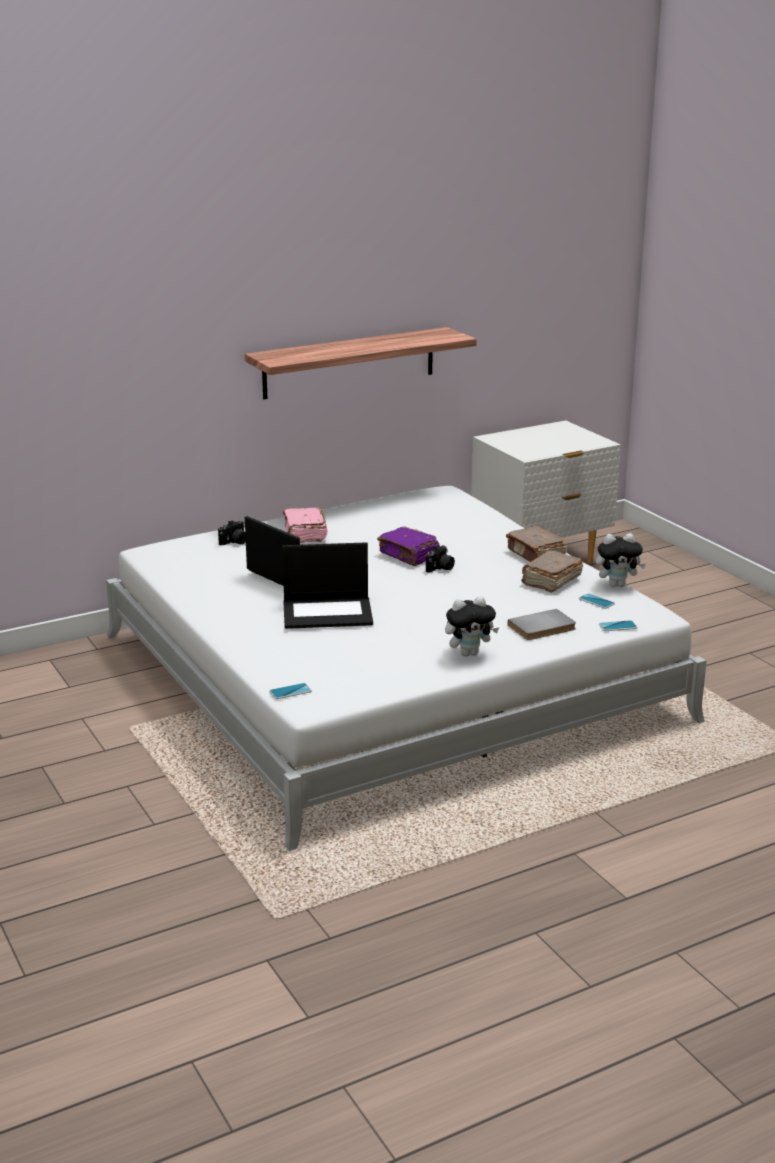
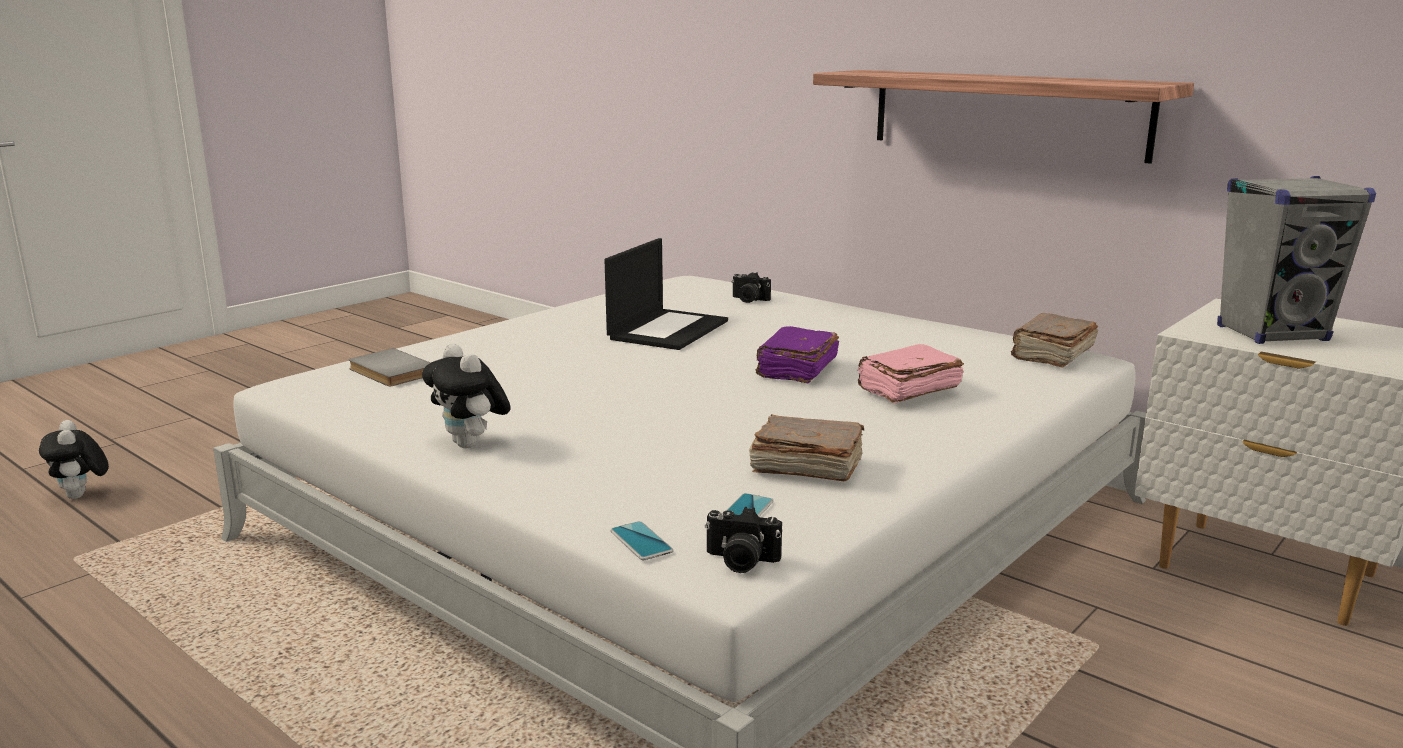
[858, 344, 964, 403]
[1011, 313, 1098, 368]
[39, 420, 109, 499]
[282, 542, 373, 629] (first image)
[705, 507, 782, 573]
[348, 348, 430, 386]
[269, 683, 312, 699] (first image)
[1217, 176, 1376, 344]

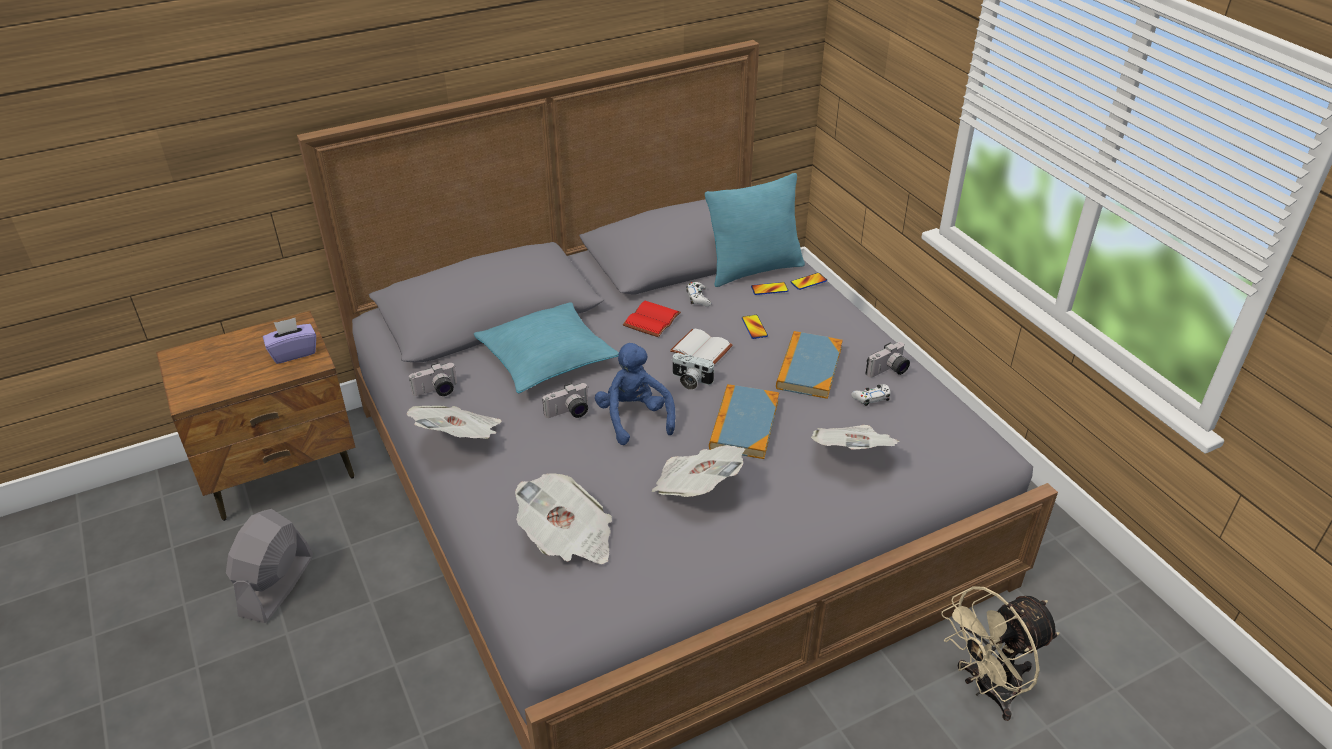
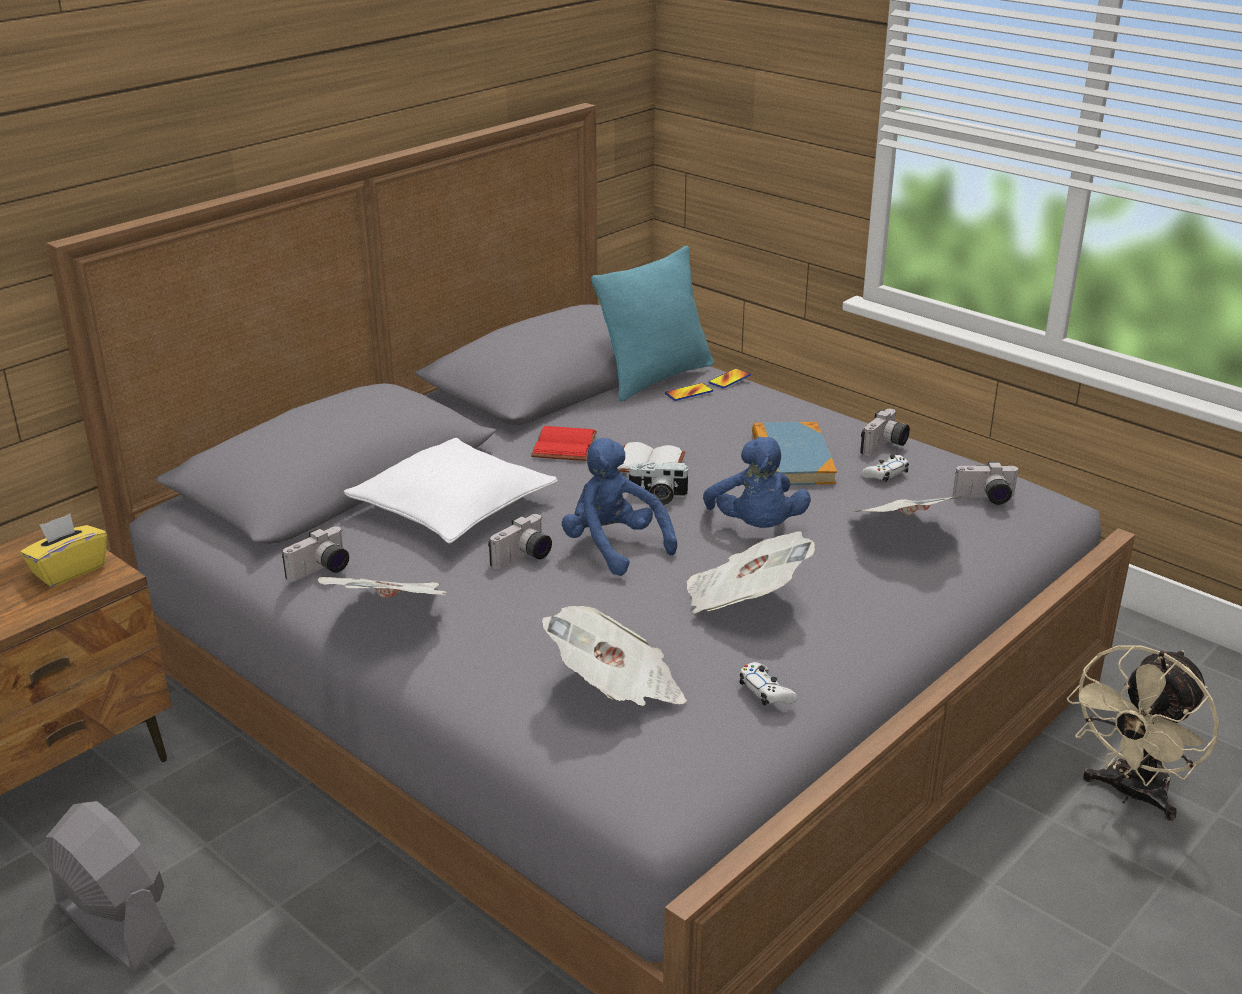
[740, 662, 798, 706]
[344, 438, 558, 544]
[742, 315, 768, 339] (first image)
[20, 514, 107, 587]
[703, 437, 811, 528]
[46, 801, 176, 972]
[953, 462, 1019, 505]

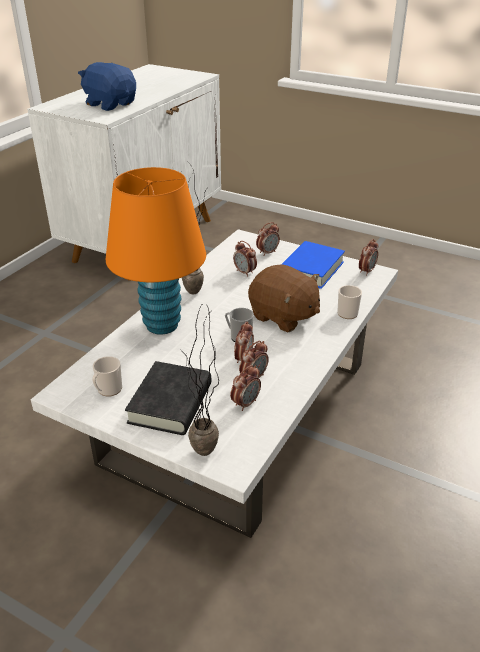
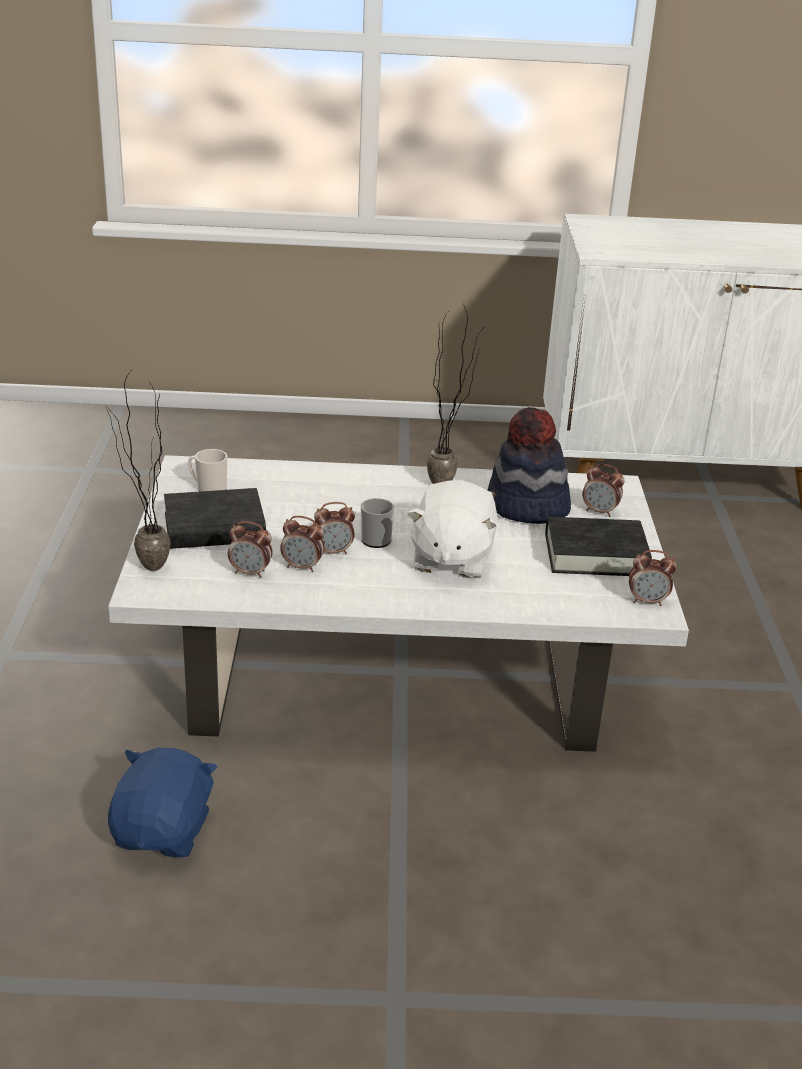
[108, 748, 217, 858]
[106, 167, 206, 335] (first image)
[488, 407, 571, 524]
[545, 517, 652, 576]
[407, 480, 498, 579]
[337, 285, 362, 319] (first image)

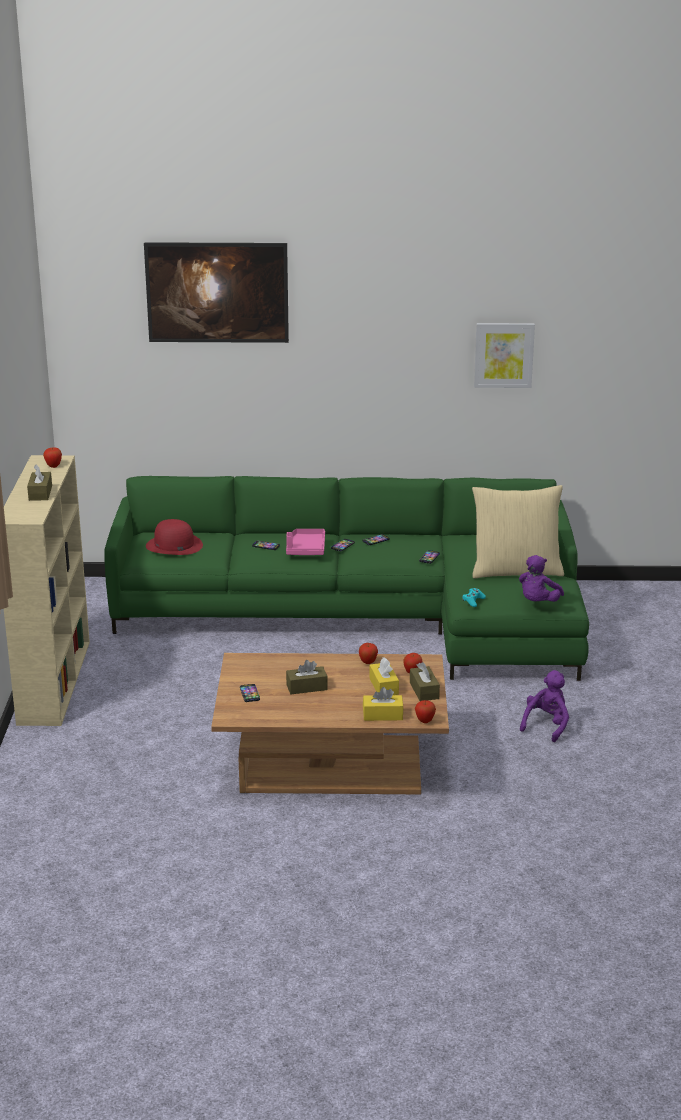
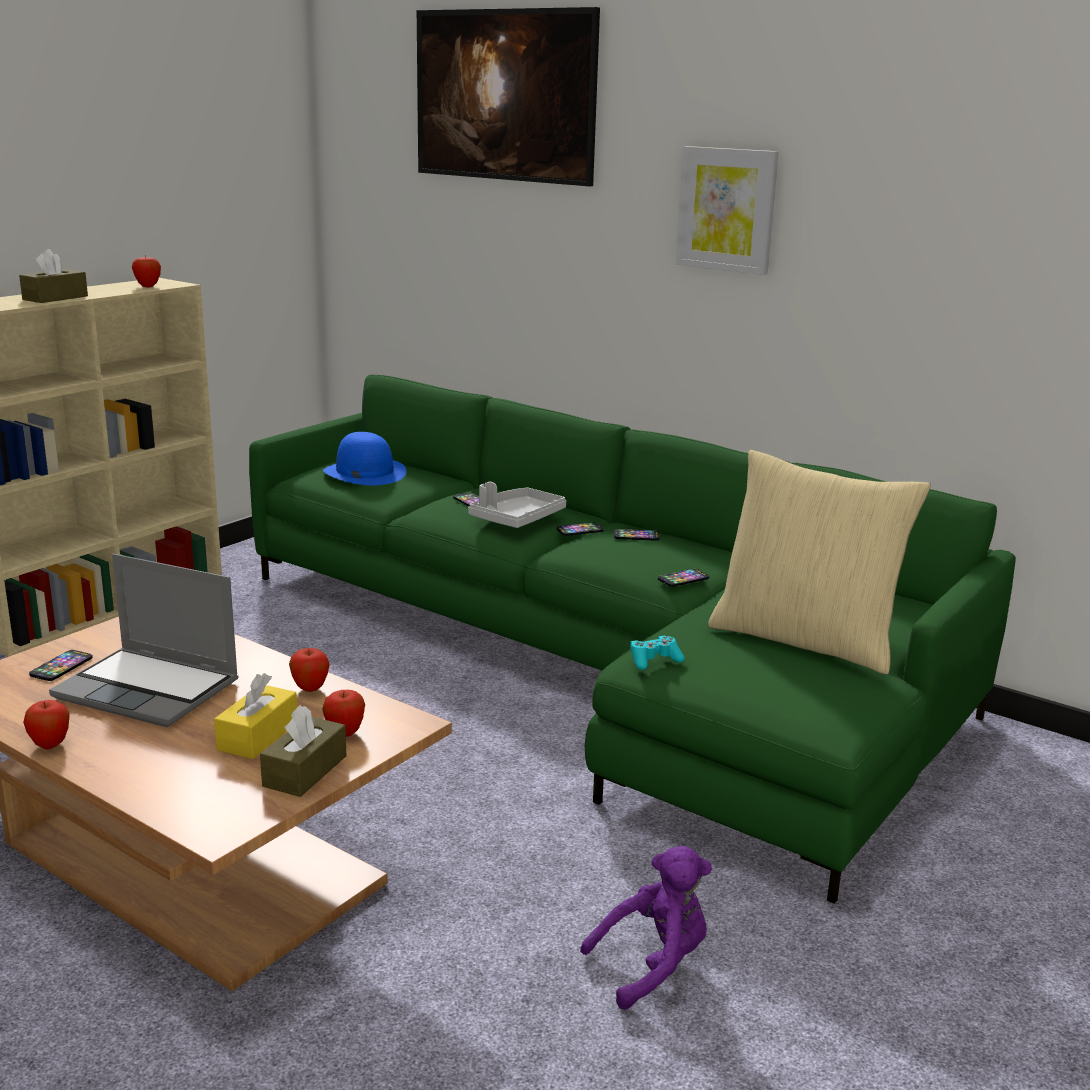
[676, 146, 779, 275]
[323, 432, 407, 485]
[468, 482, 566, 528]
[519, 555, 564, 602] (first image)
[49, 554, 238, 727]
[363, 687, 404, 721] (first image)
[23, 700, 70, 749]

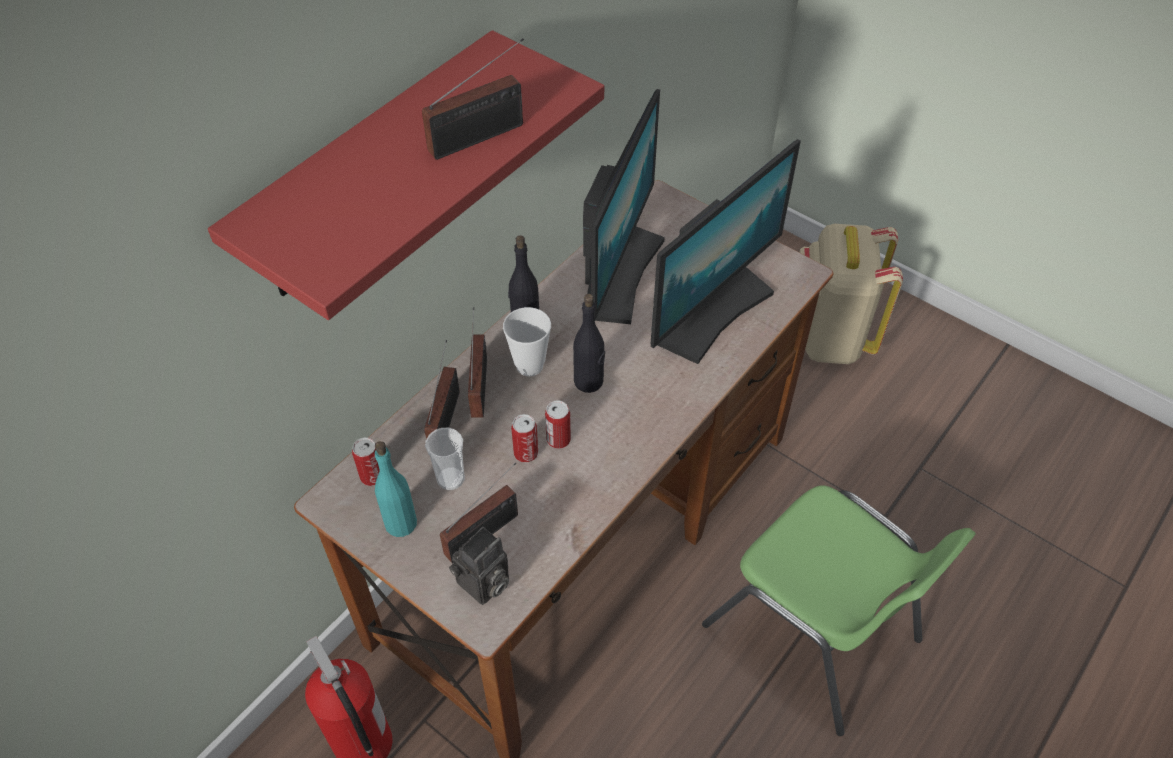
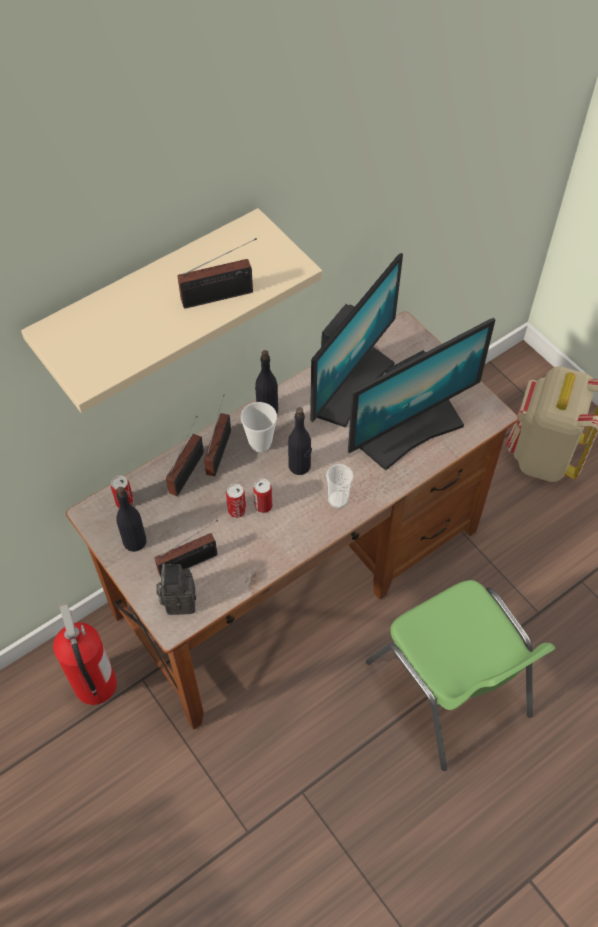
[21, 208, 322, 413]
[326, 464, 354, 508]
[116, 487, 146, 552]
[156, 563, 196, 615]

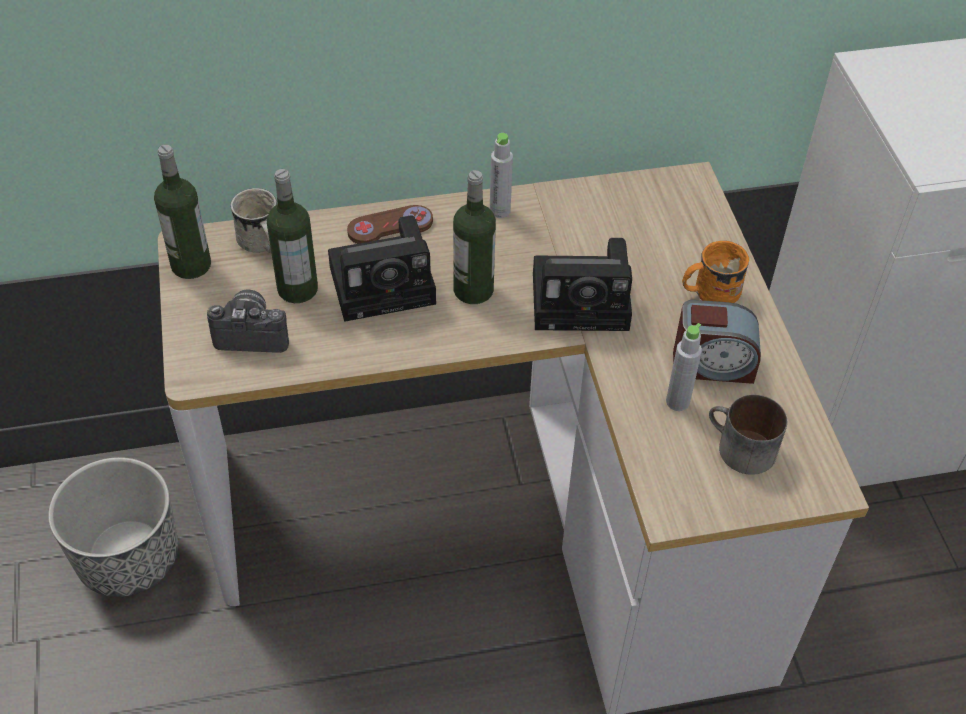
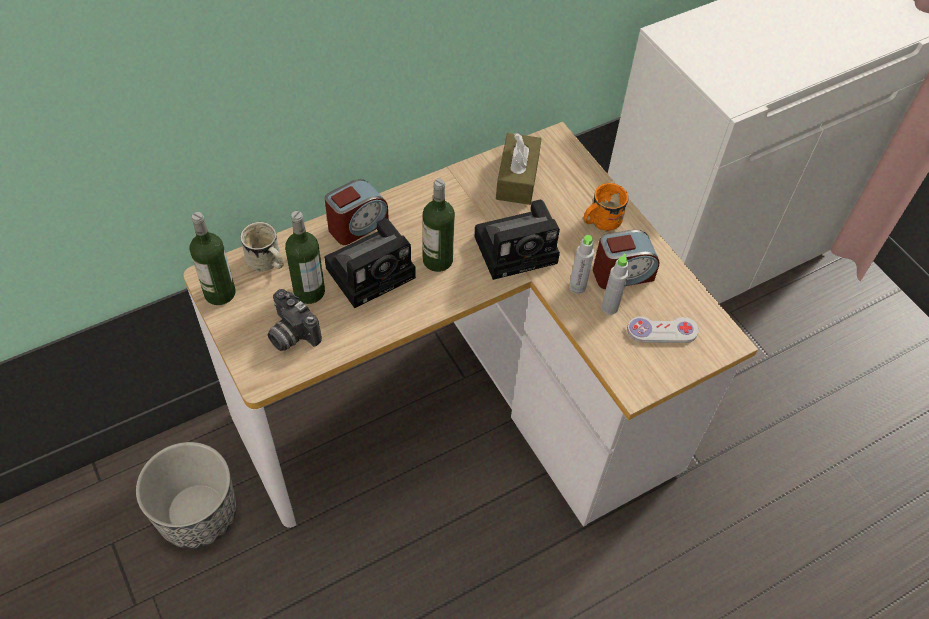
[569, 235, 594, 294]
[325, 179, 389, 245]
[268, 289, 322, 351]
[627, 316, 699, 343]
[496, 133, 542, 205]

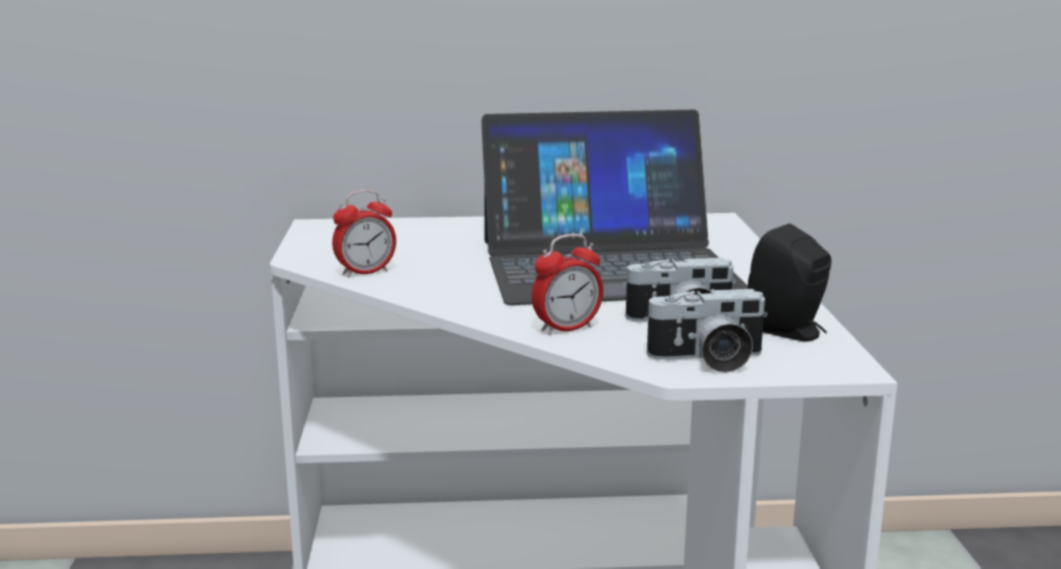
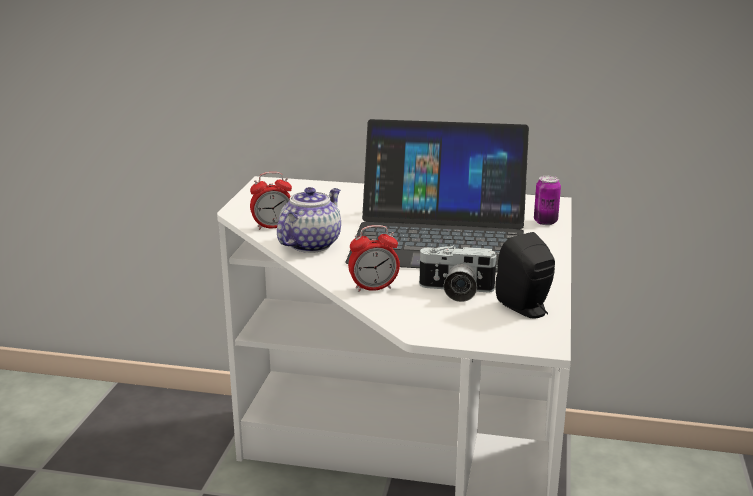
[644, 289, 767, 373] (first image)
[534, 176, 561, 225]
[277, 187, 341, 253]

